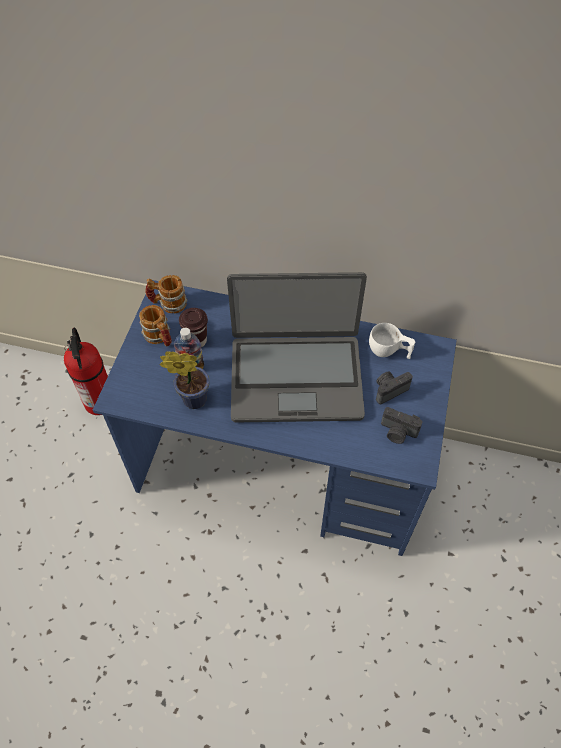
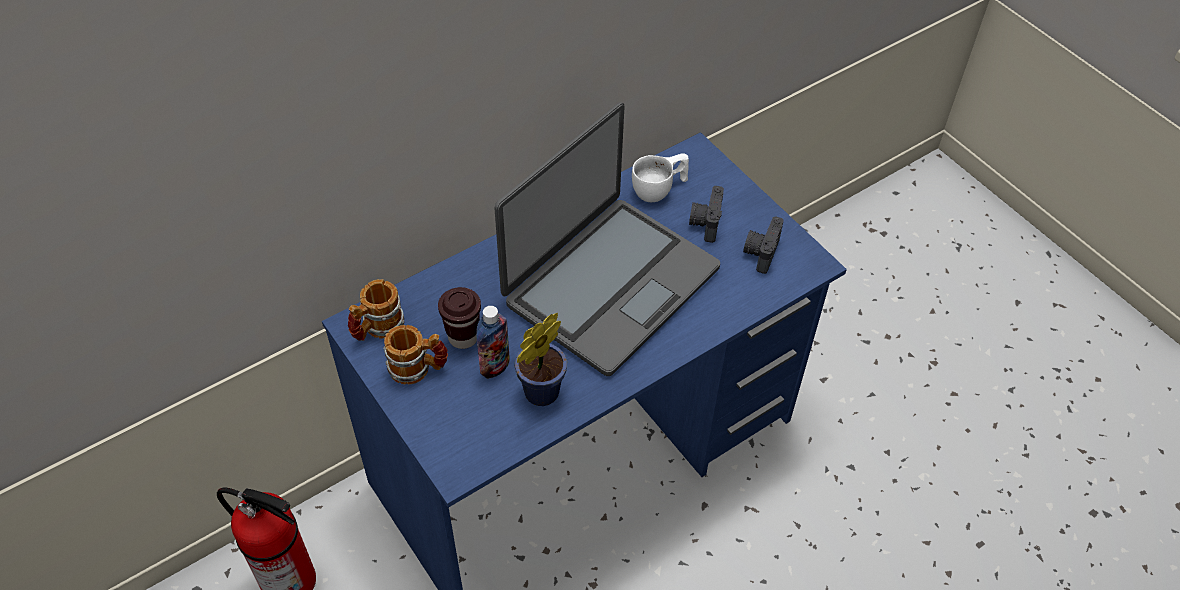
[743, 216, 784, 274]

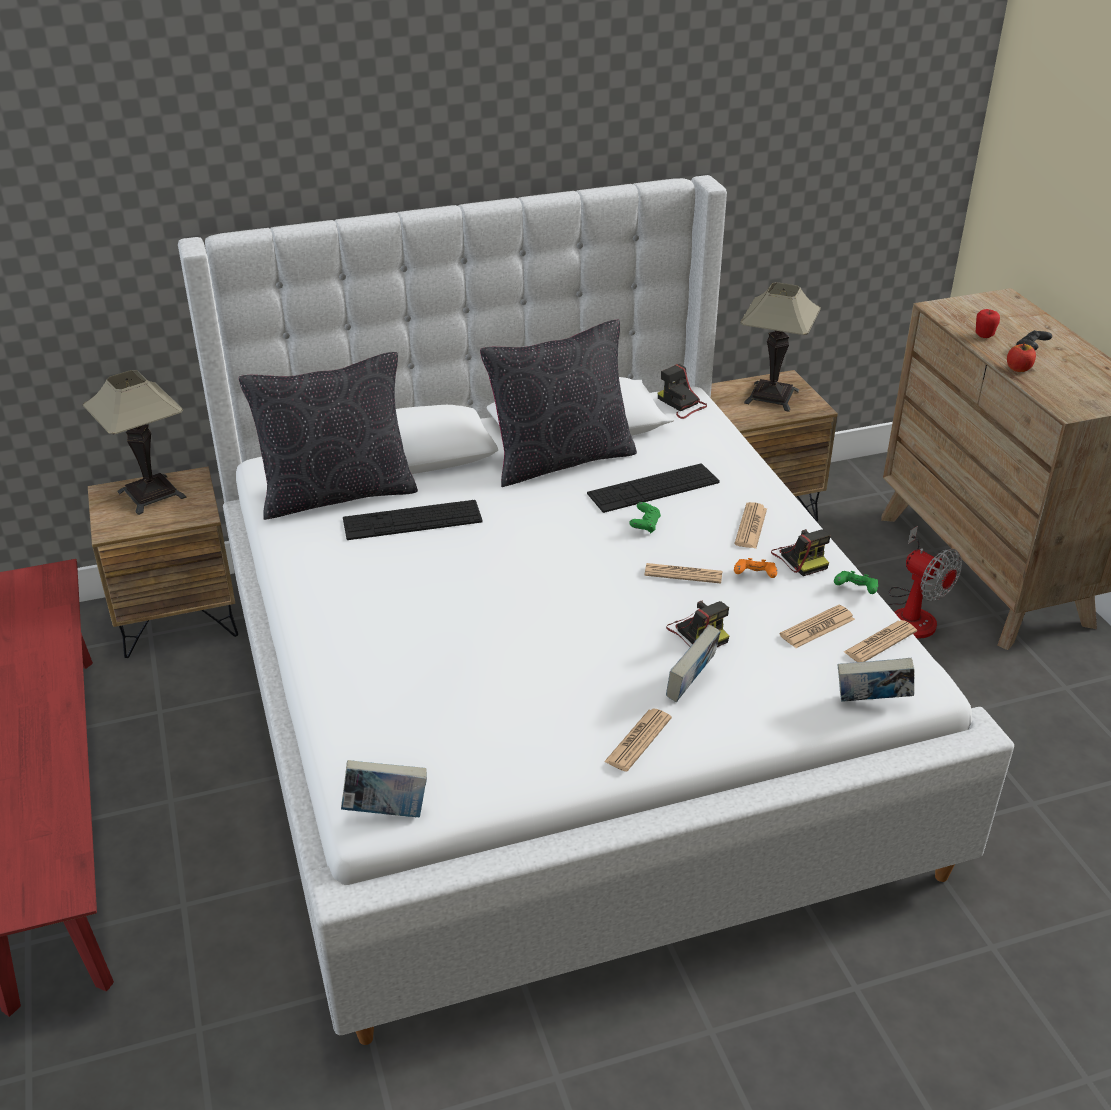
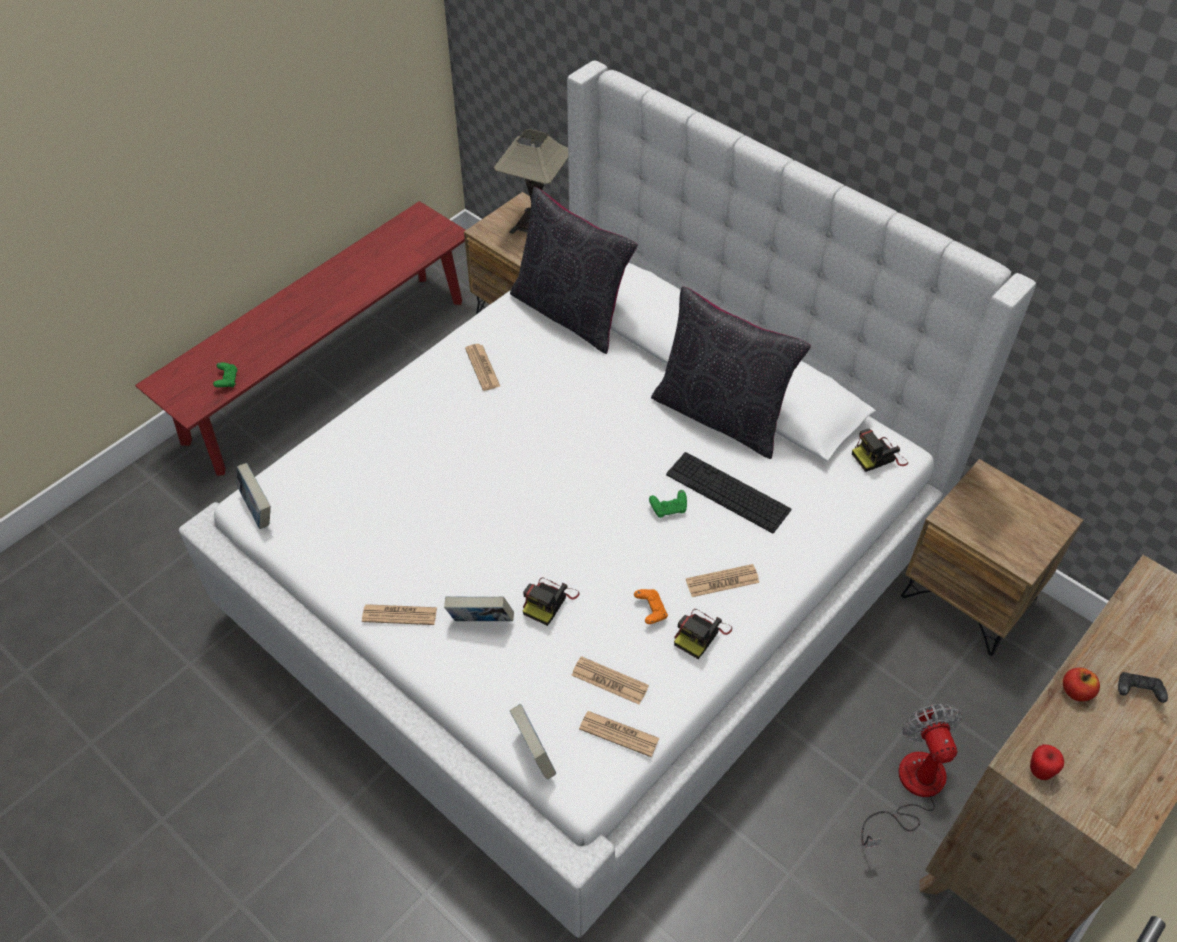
[740, 282, 821, 412] (first image)
[1030, 744, 1064, 780]
[852, 429, 908, 472]
[343, 500, 483, 540] (first image)
[861, 704, 962, 848]
[465, 344, 501, 391]
[213, 362, 238, 388]

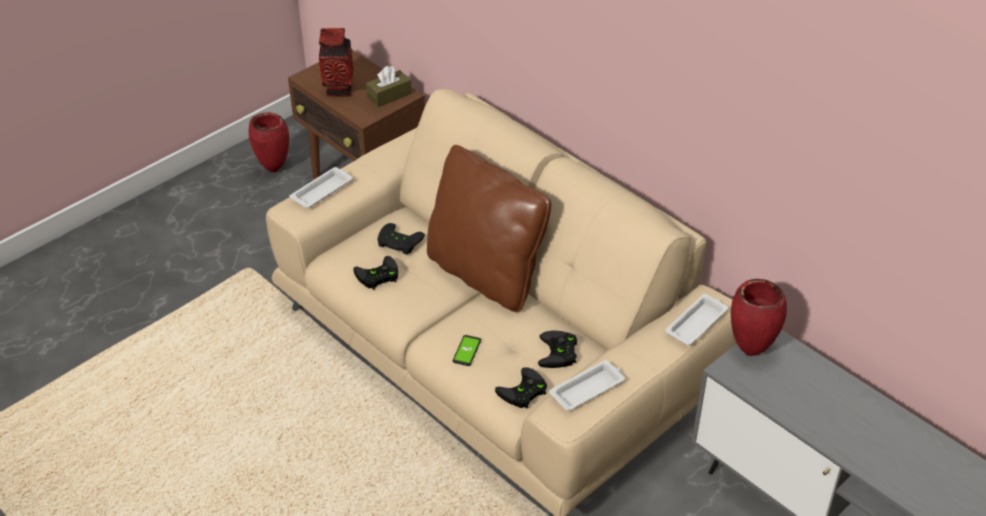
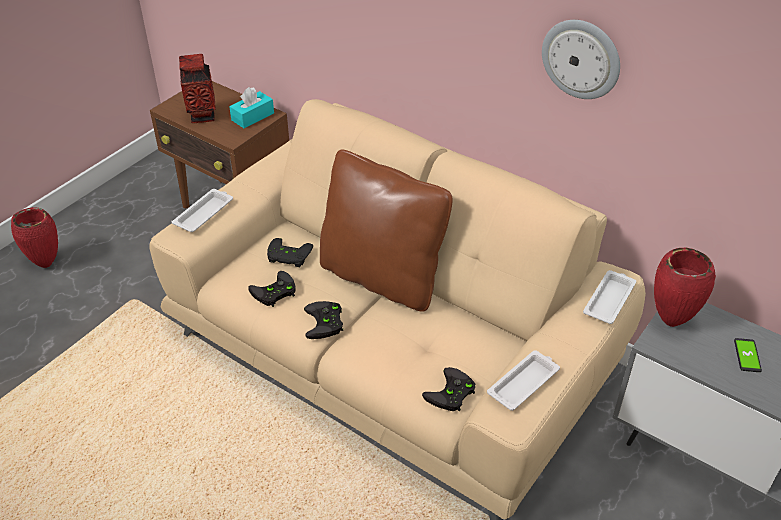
[229, 87, 274, 128]
[11, 207, 58, 268]
[304, 301, 343, 339]
[734, 338, 762, 372]
[542, 20, 620, 99]

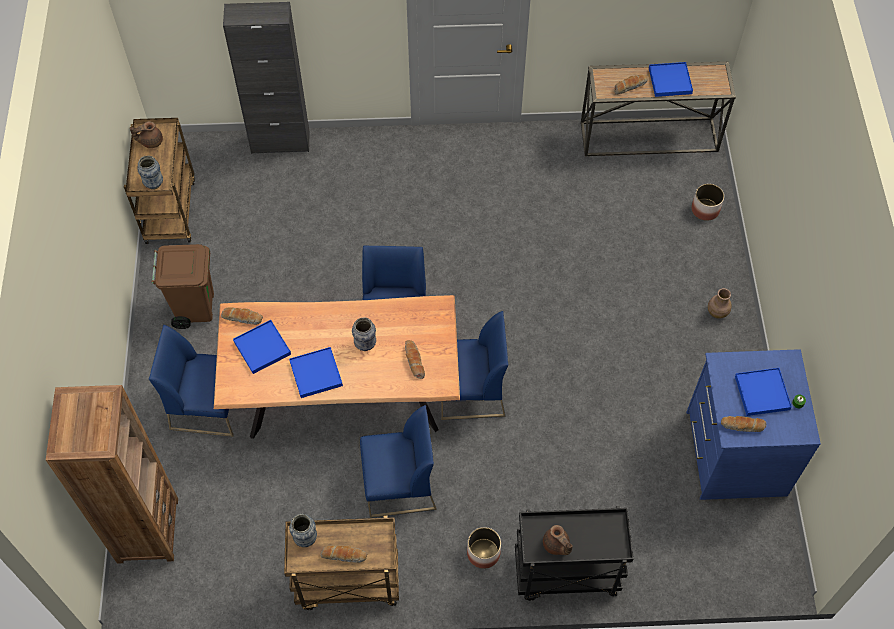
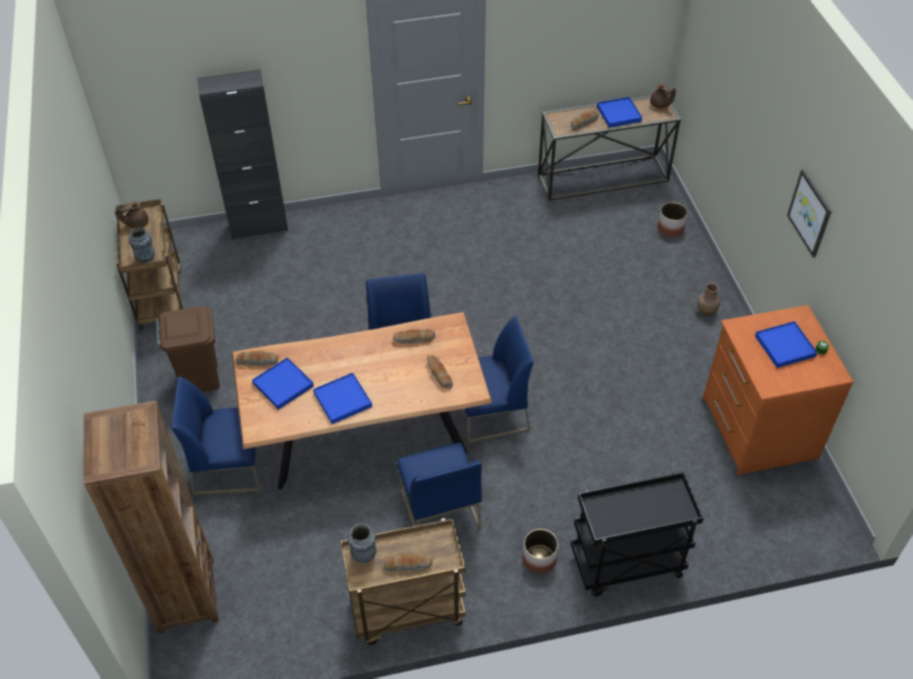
[352, 318, 376, 351] (first image)
[702, 305, 854, 475]
[397, 442, 482, 531]
[393, 329, 436, 344]
[650, 83, 676, 109]
[787, 169, 832, 258]

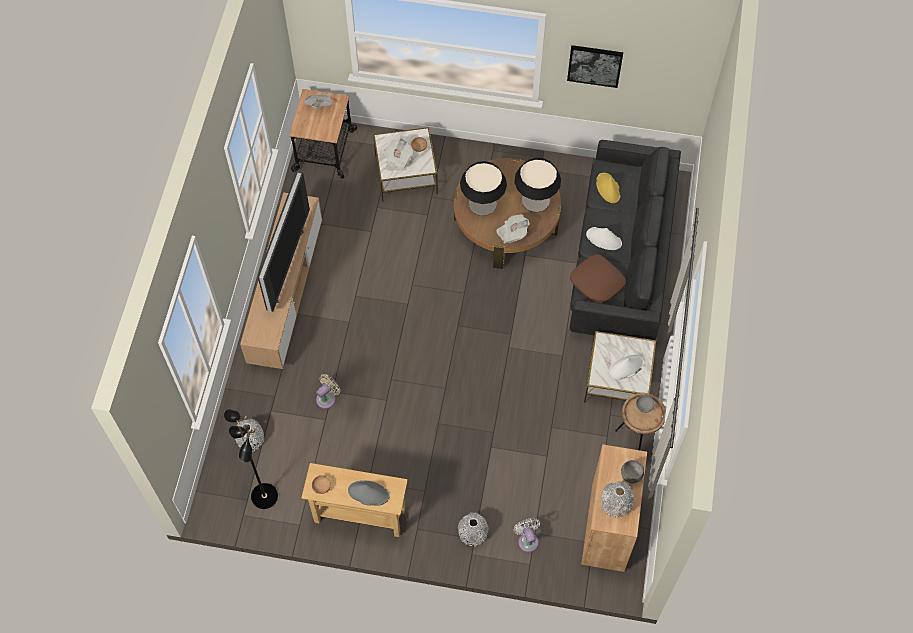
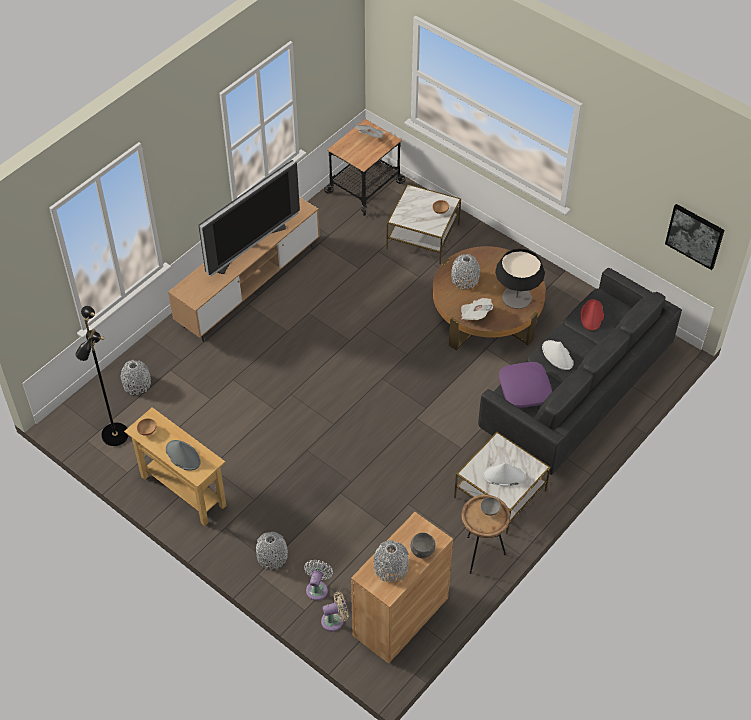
[665, 204, 724, 270]
[384, 138, 413, 171] (first image)
[452, 254, 480, 289]
[580, 299, 604, 331]
[499, 362, 552, 408]
[321, 592, 349, 632]

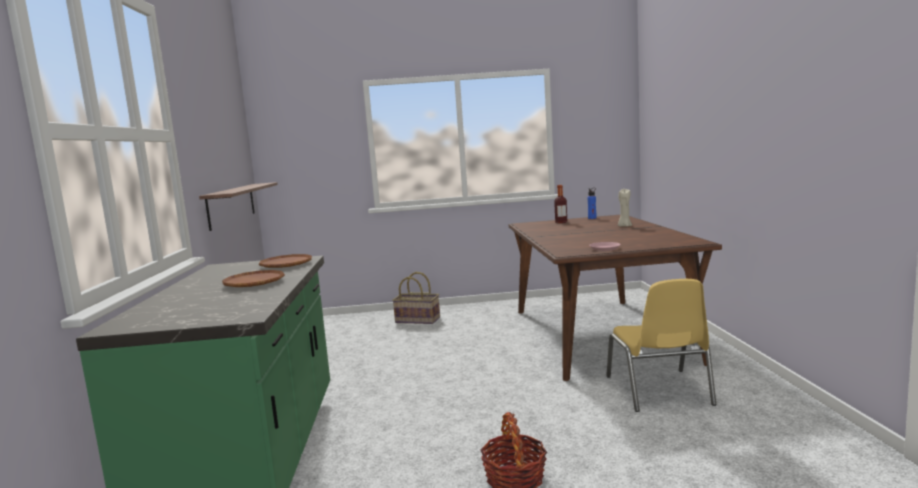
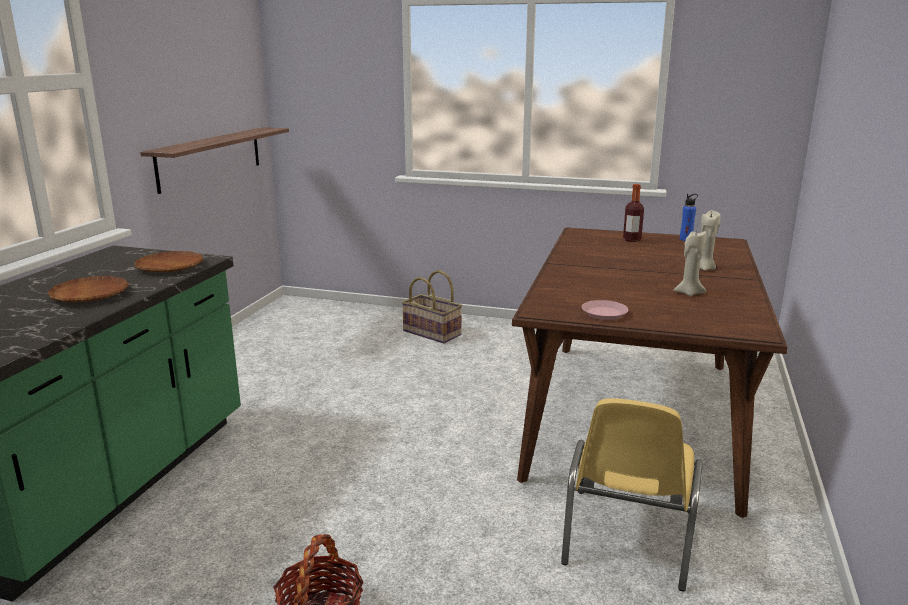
[674, 229, 706, 296]

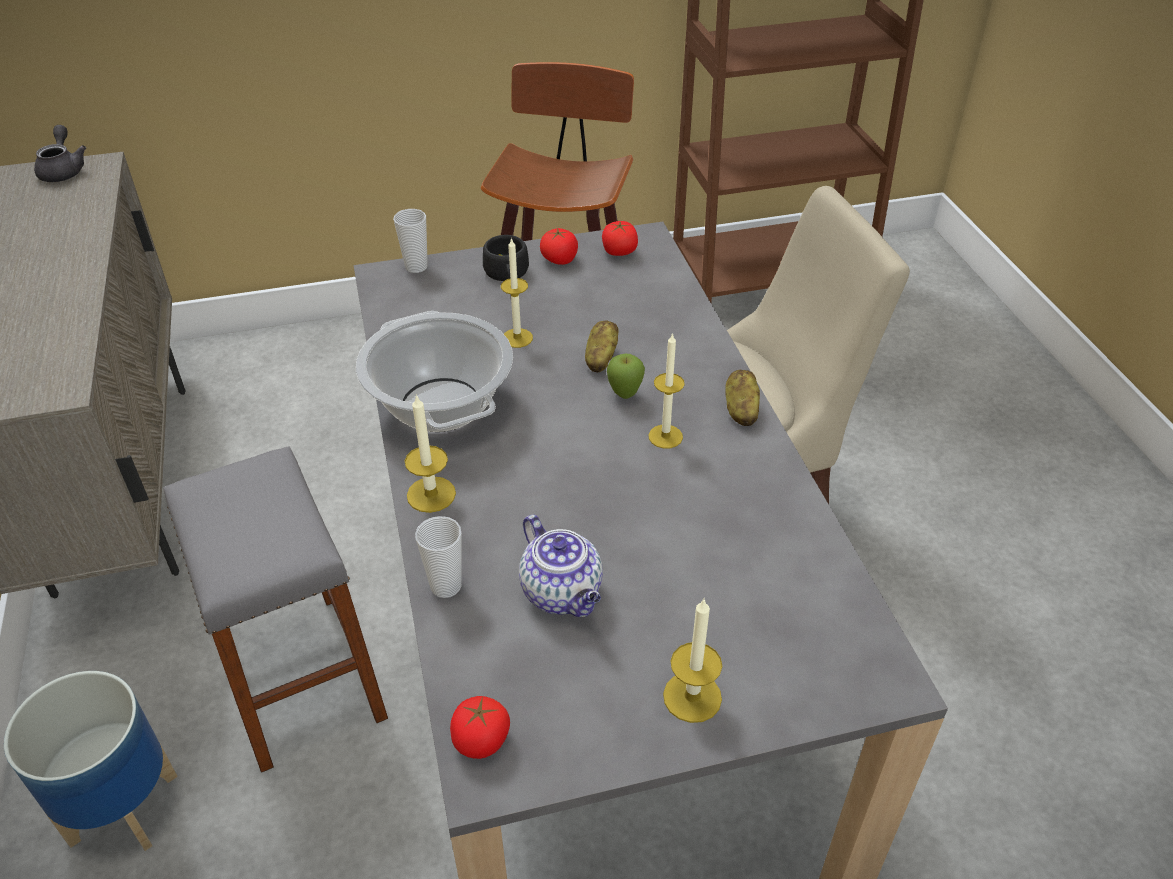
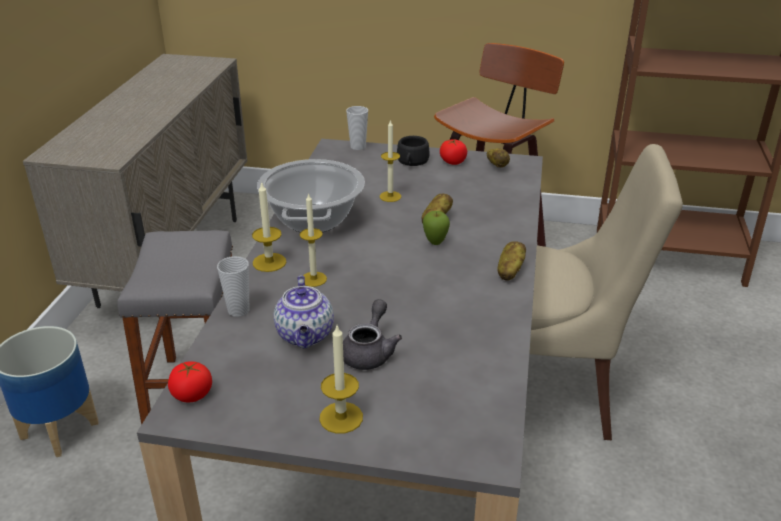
[343, 299, 402, 370]
[487, 148, 510, 168]
[300, 193, 327, 287]

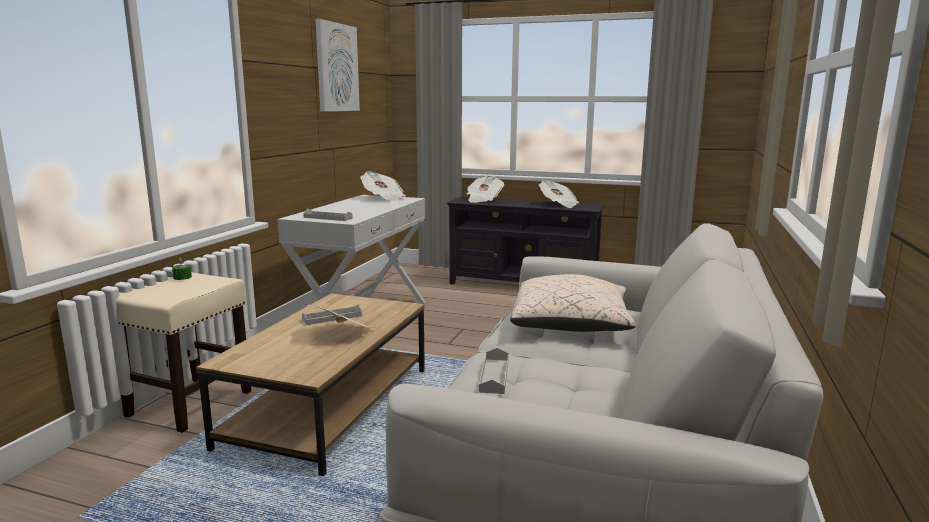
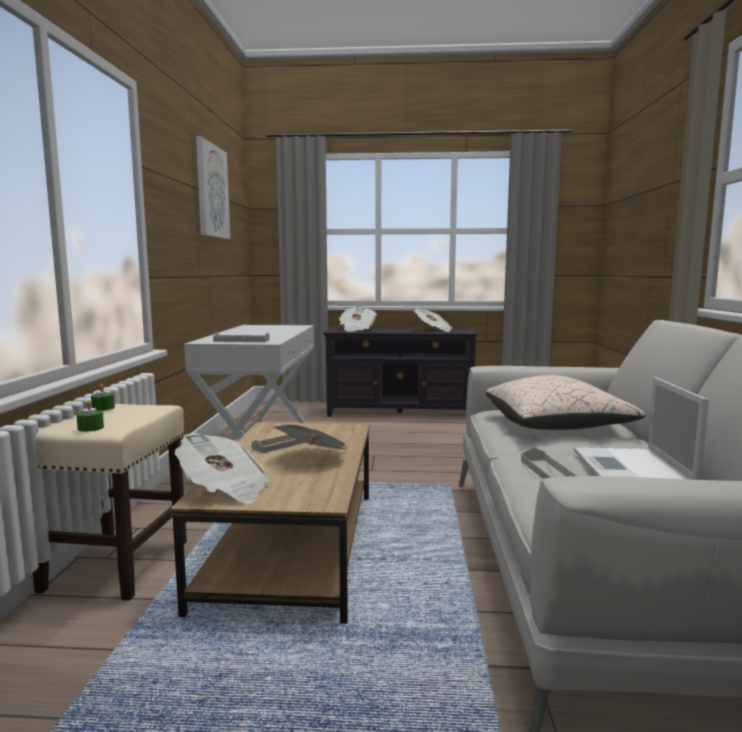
[175, 433, 270, 503]
[574, 377, 709, 480]
[76, 400, 104, 432]

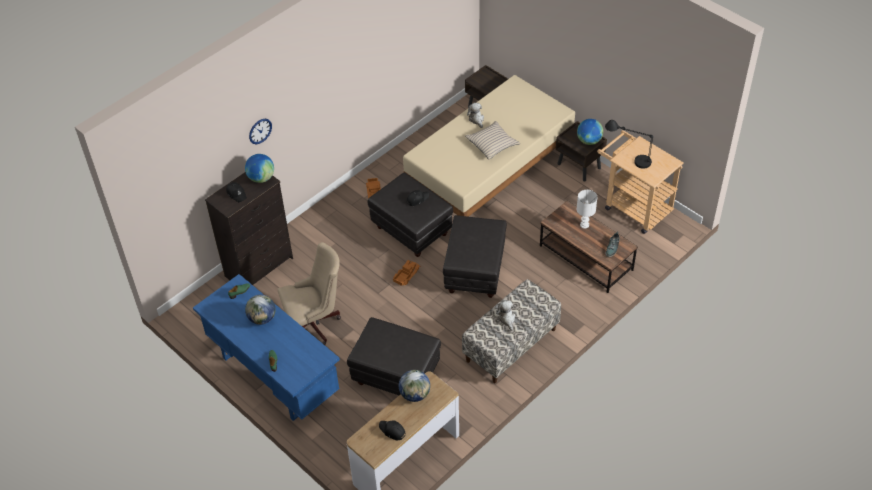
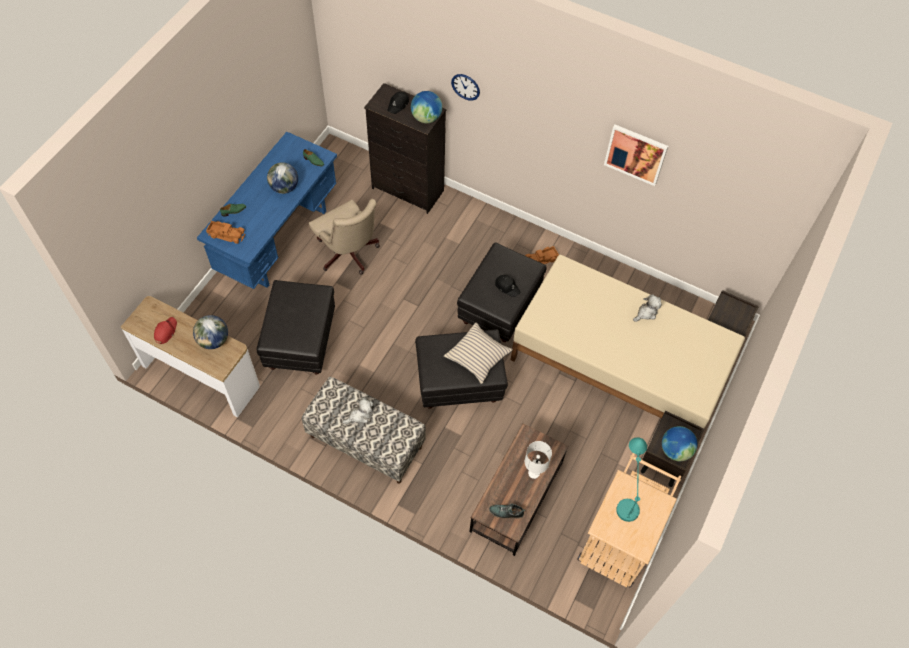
[616, 437, 647, 522]
[444, 323, 513, 384]
[206, 221, 245, 244]
[154, 317, 177, 344]
[604, 125, 668, 186]

